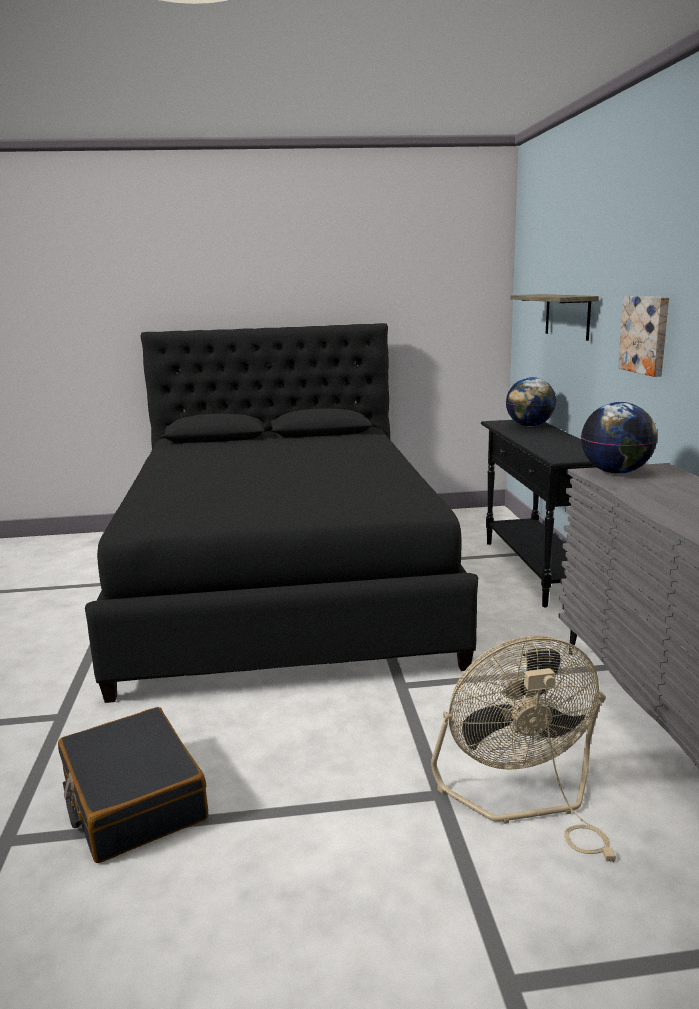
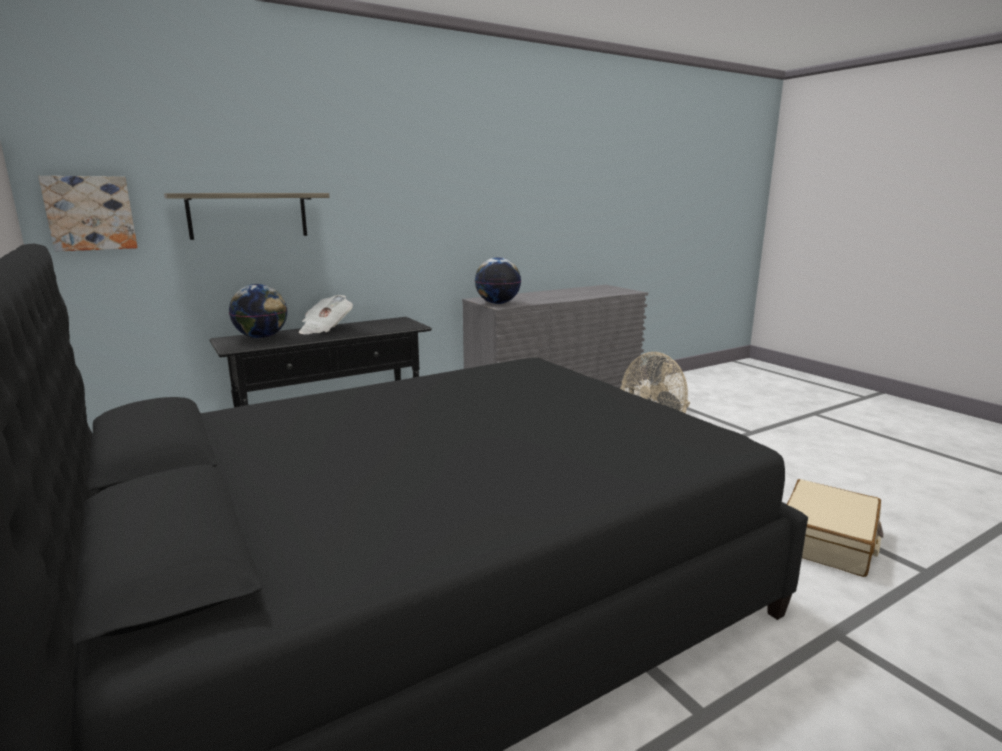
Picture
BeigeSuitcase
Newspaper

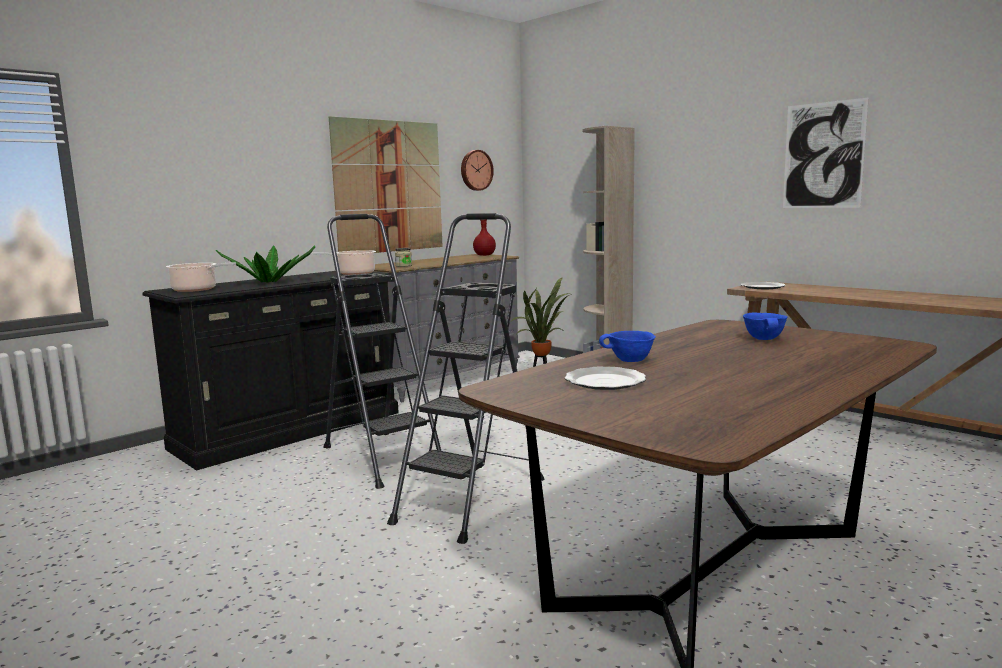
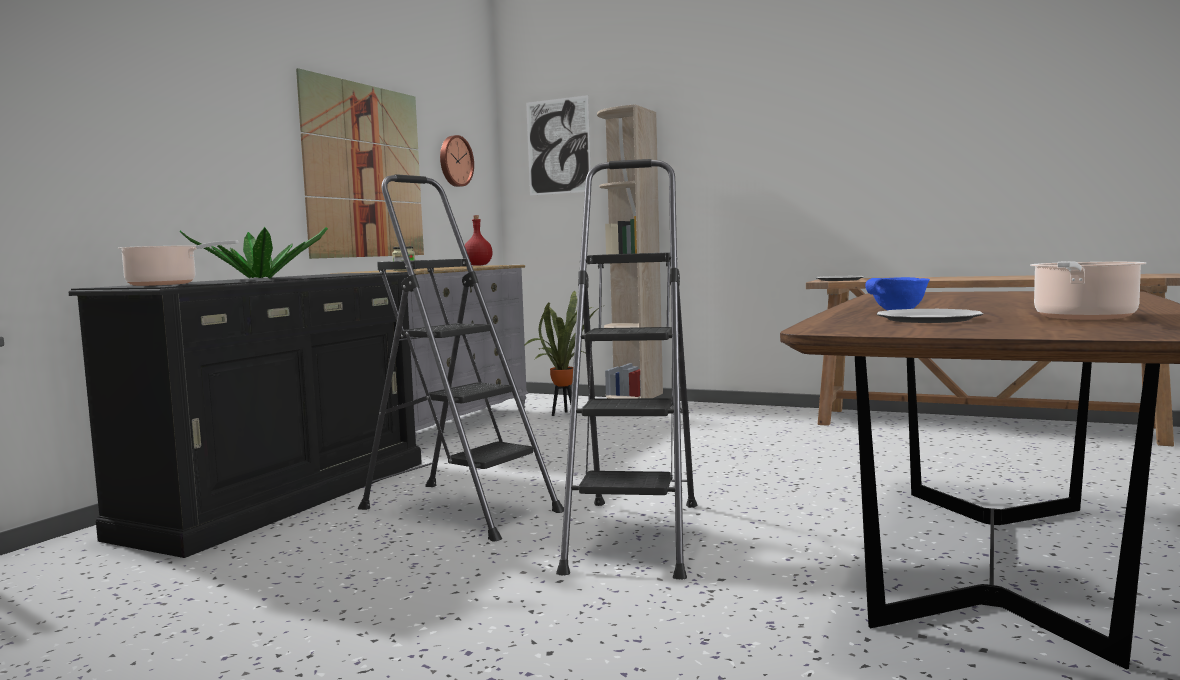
Picture (2nd from left)
CookingPot (2nd from left)
BlueBowl (2nd from left in the first image)

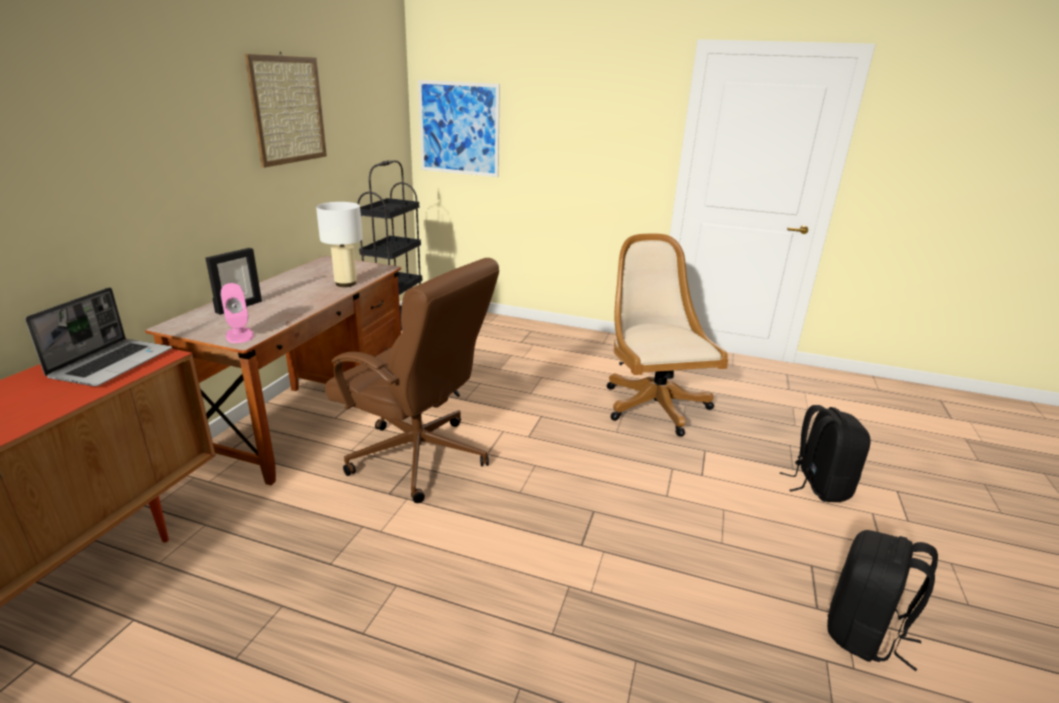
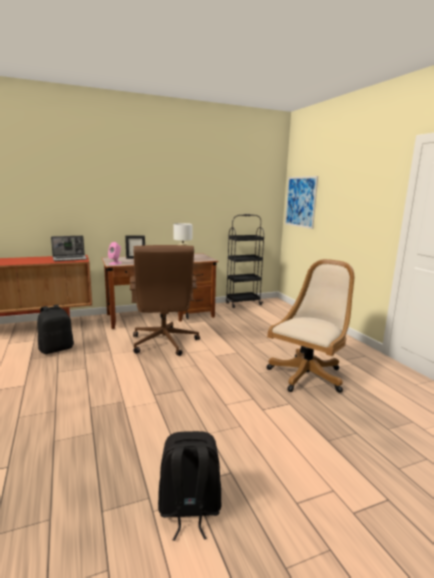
Picture (1st from left in the first image)
BlackBackpack (1st from left)

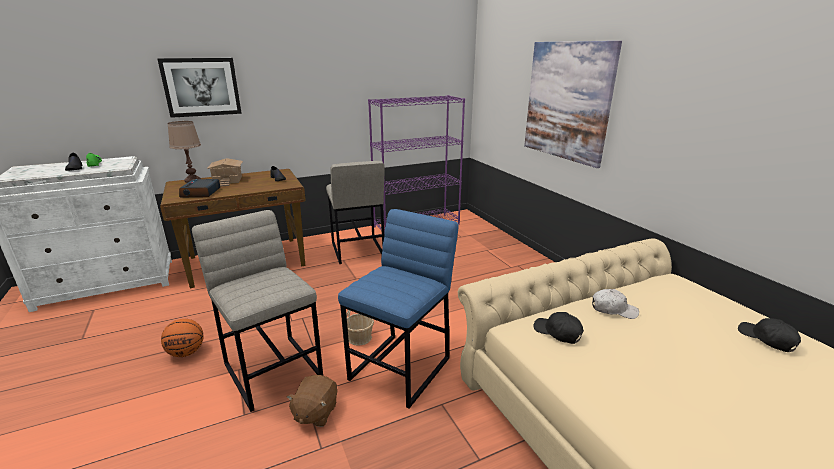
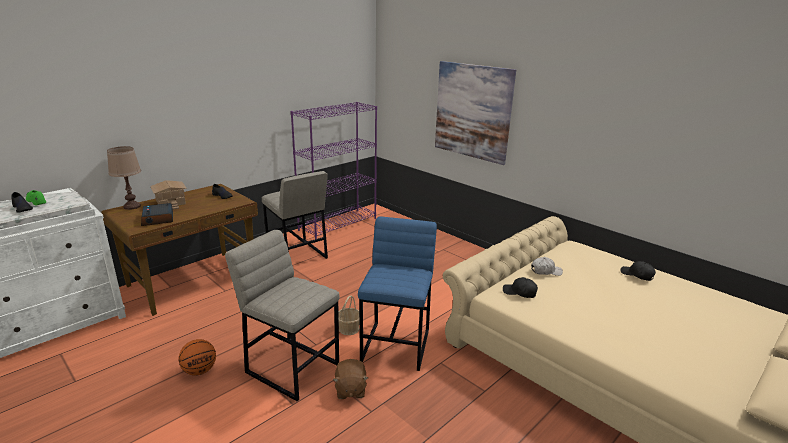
Picture (1st from left in the first image)

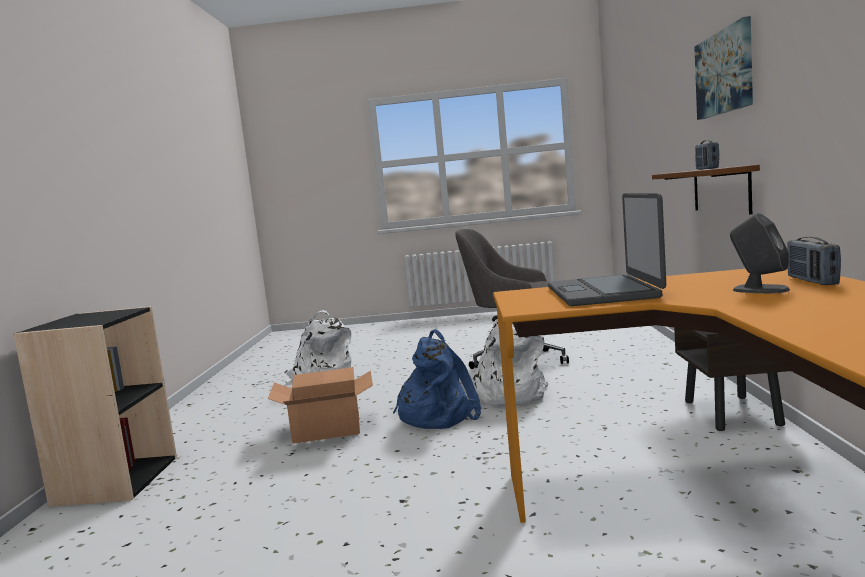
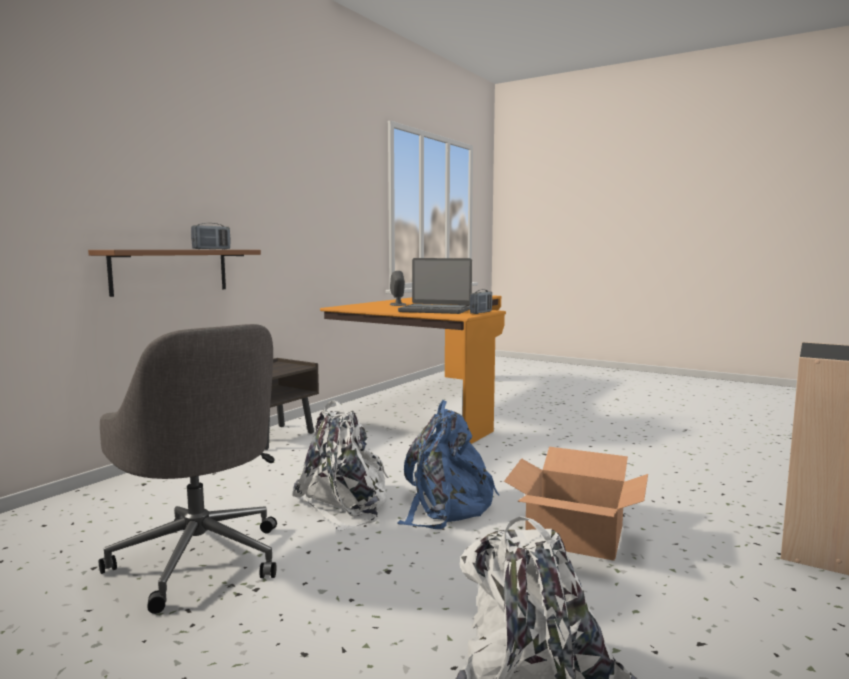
Picture
Laptop
Radio (2nd from left)

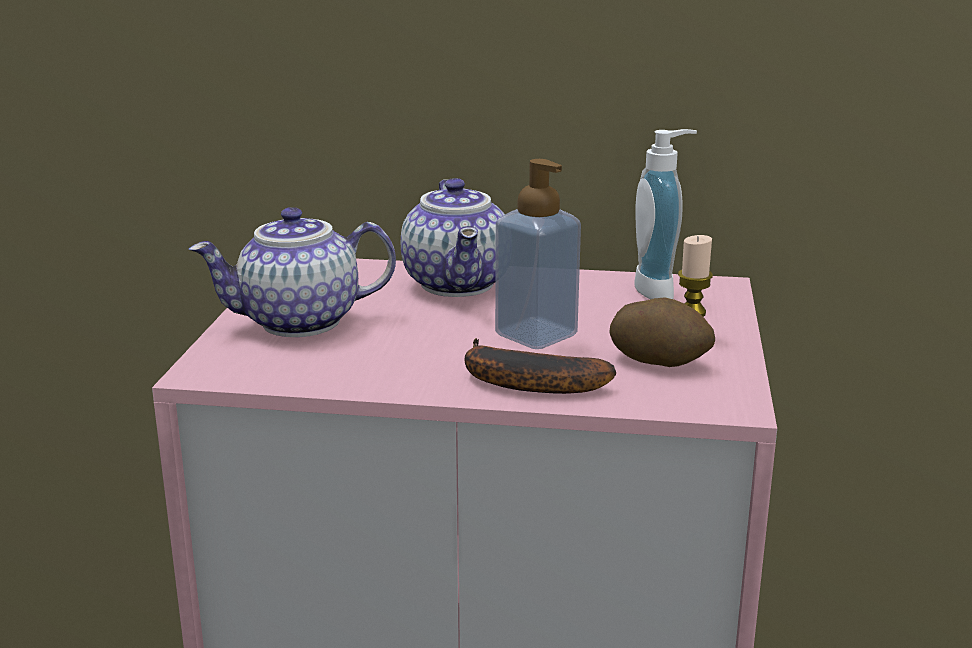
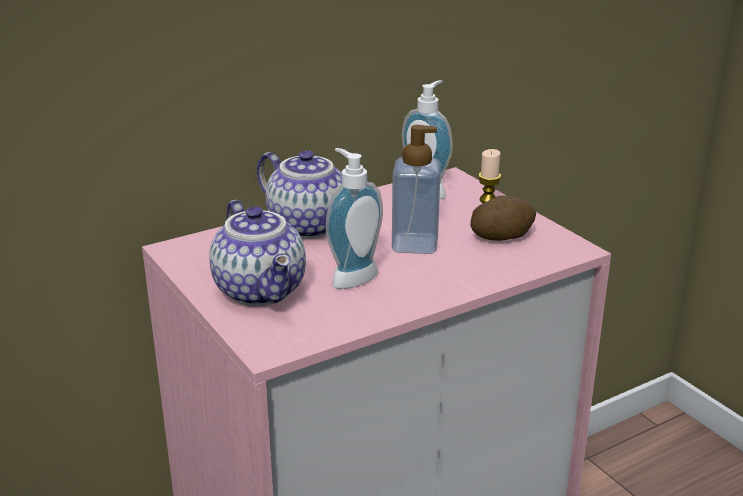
Teapot (1st from left)
Banana
SoapDispenser (1st from left)

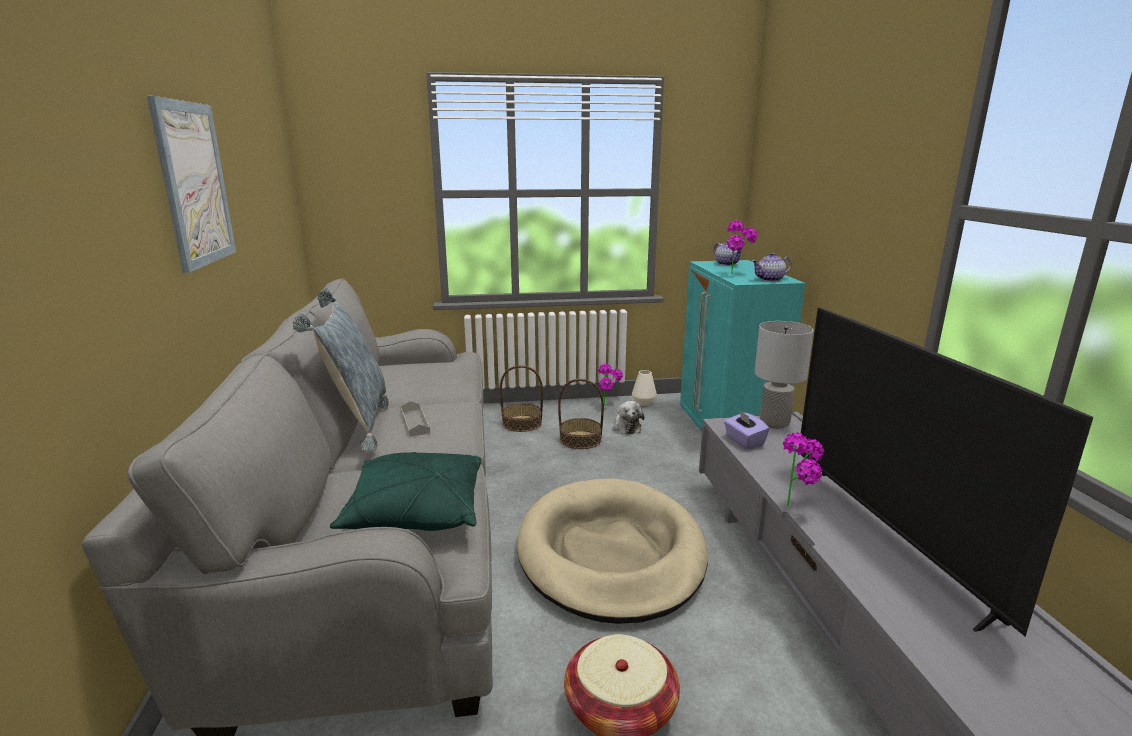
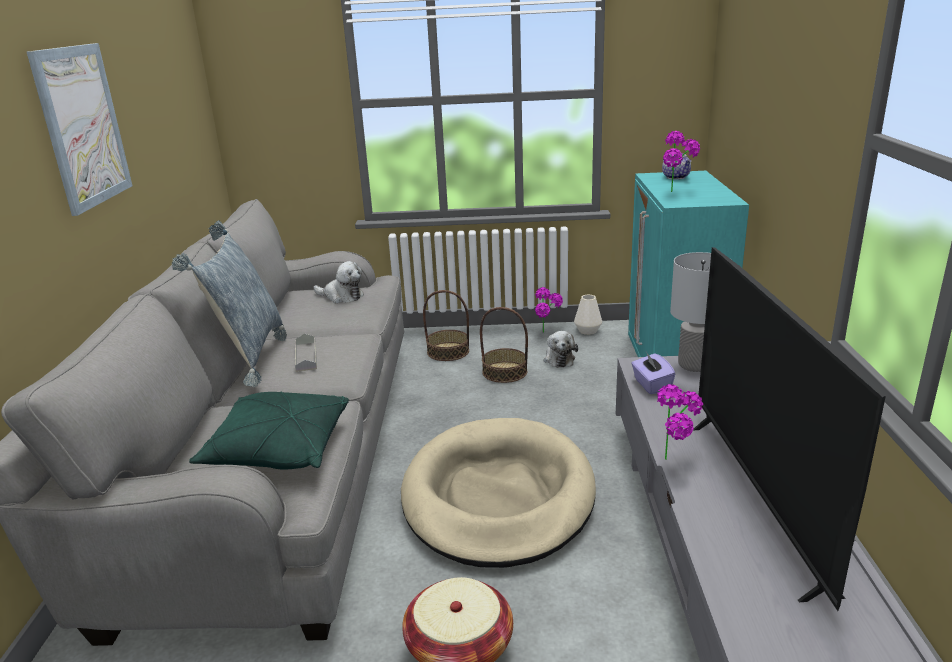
Teapot (2nd from left in the first image)
PlushToy (1st from left)

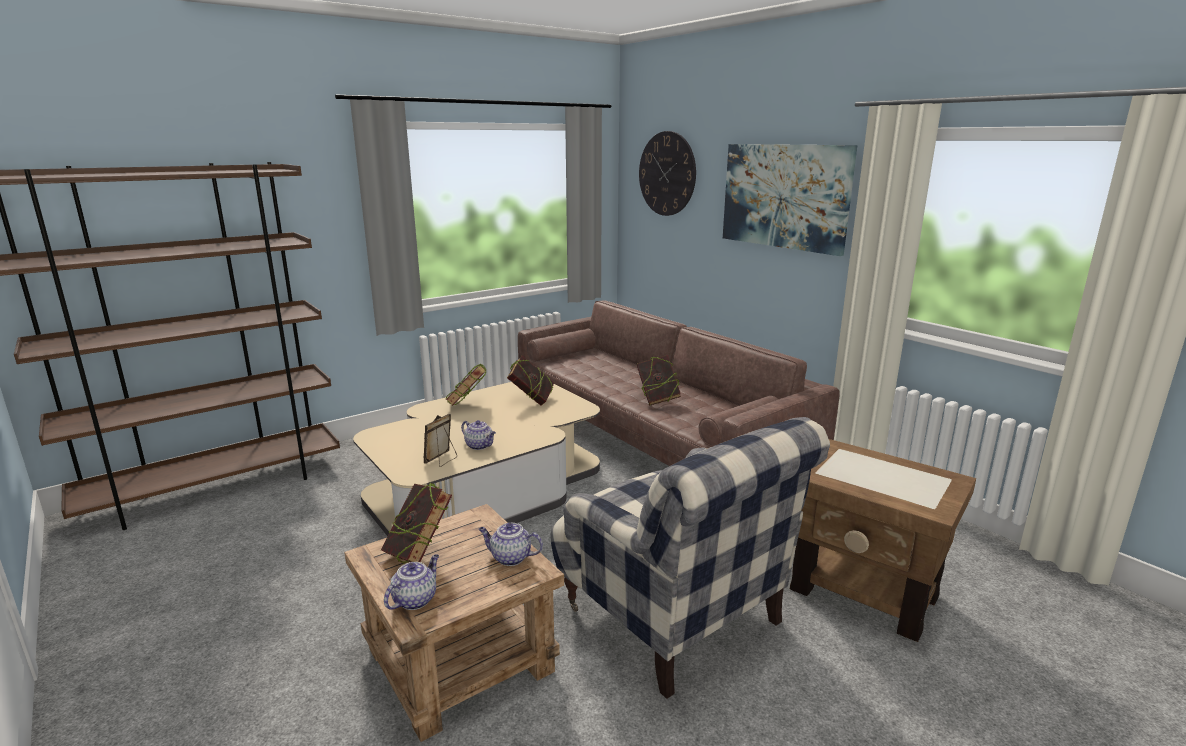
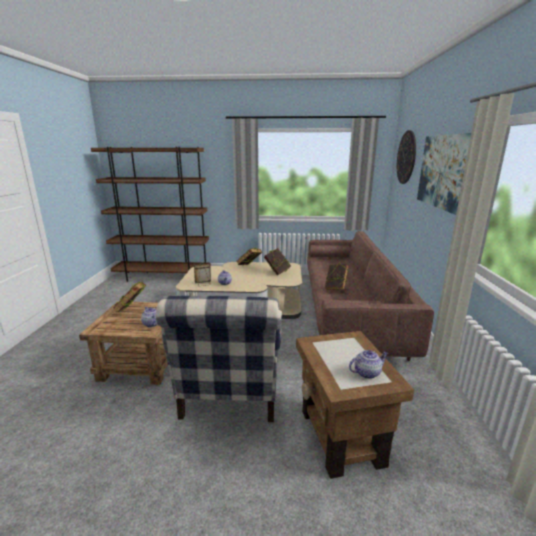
Teapot (3rd from left)

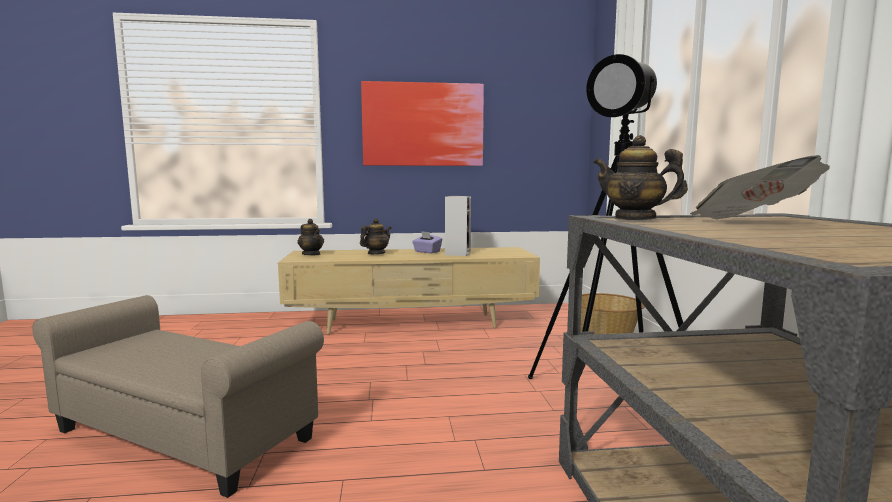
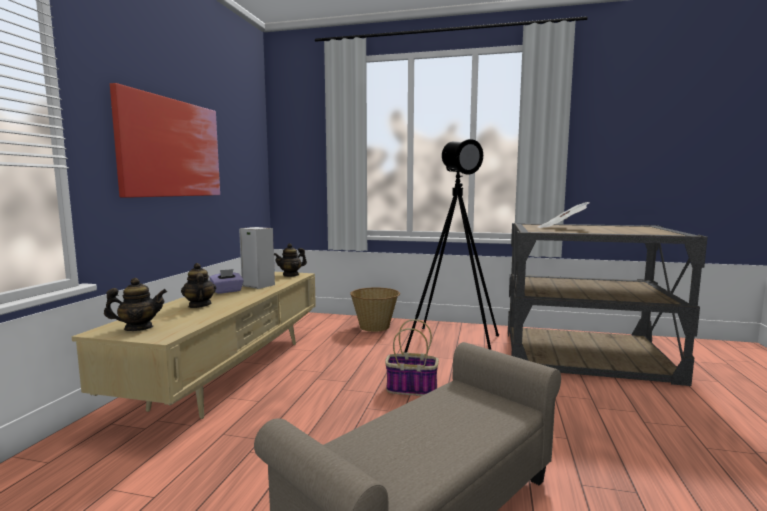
Teapot (3rd from left)
Basket (2nd from left)

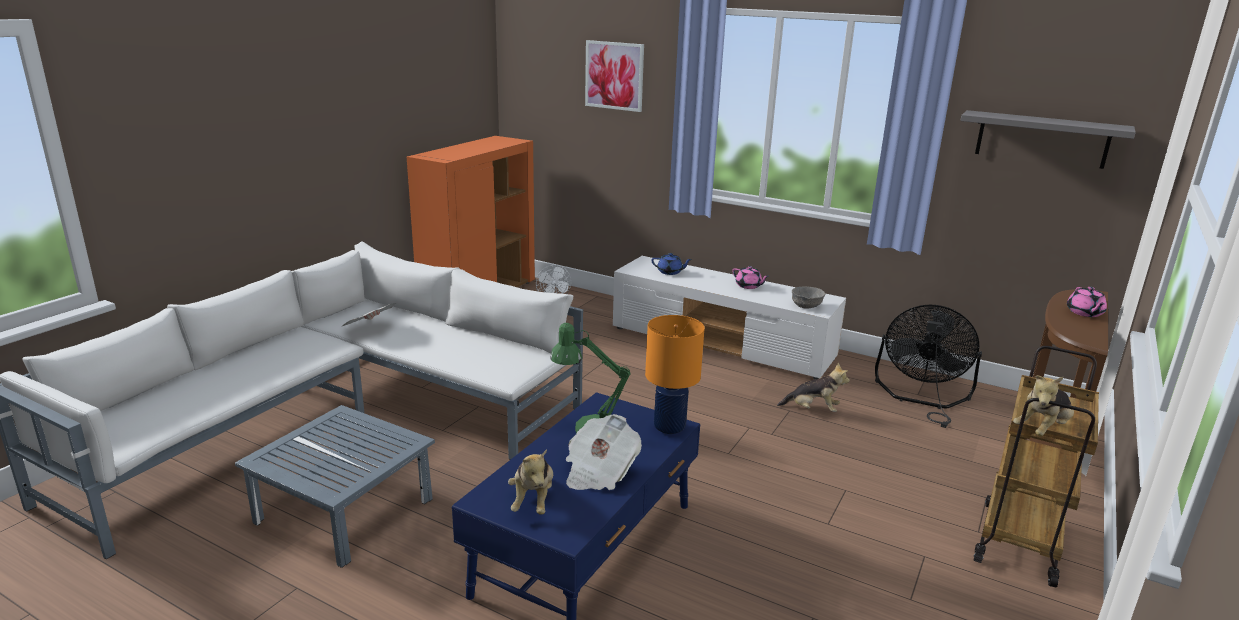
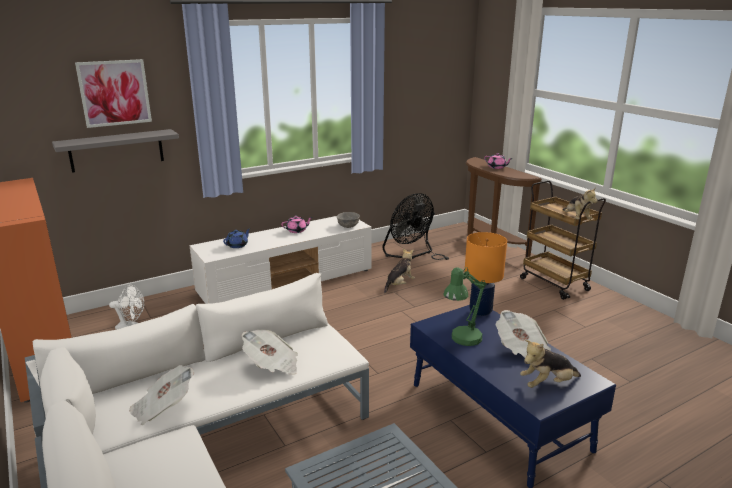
GreyShelf
PlushToy (2nd from left)
Newspaper (2nd from left)

